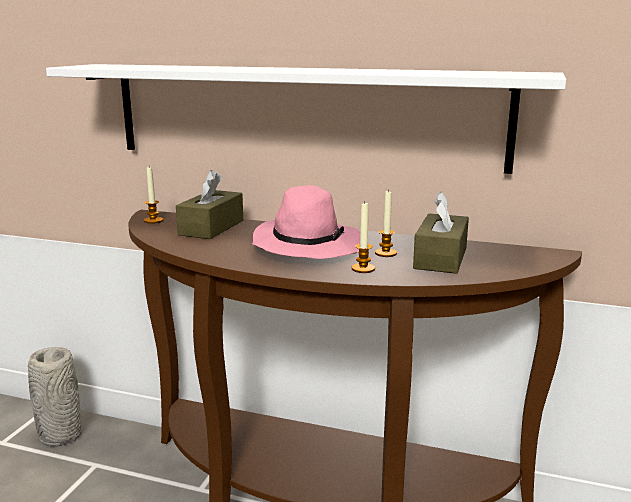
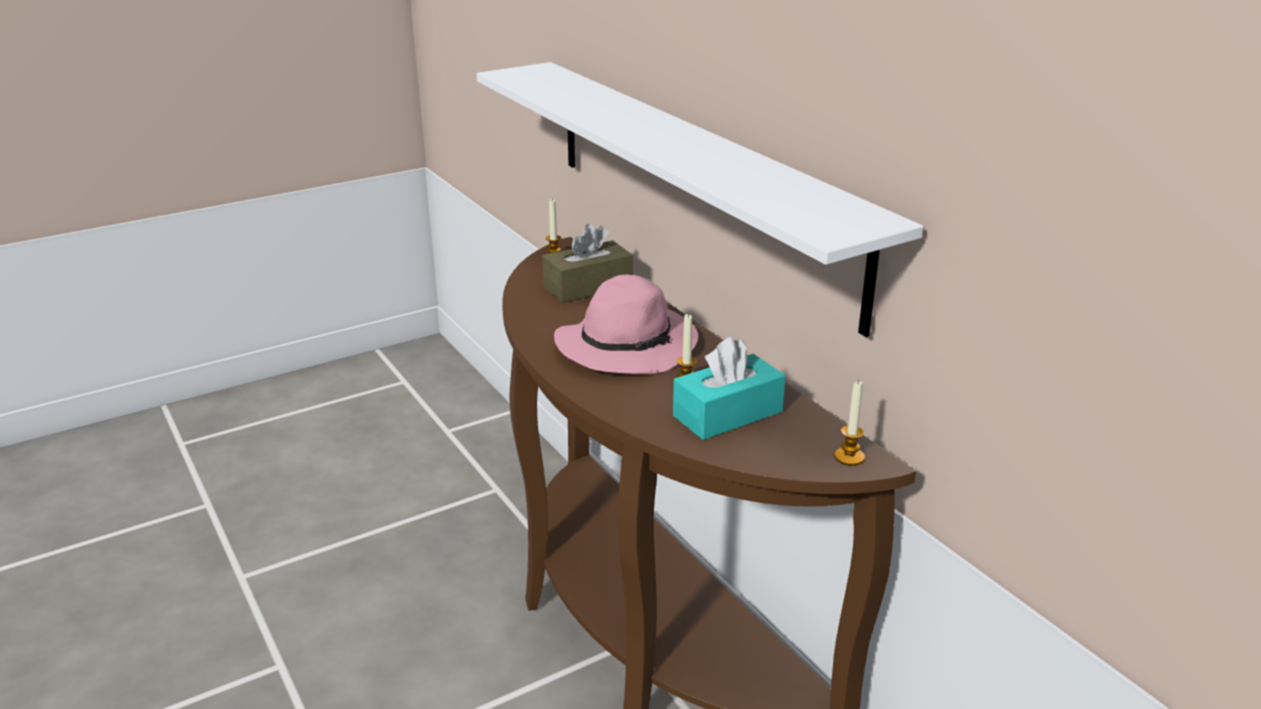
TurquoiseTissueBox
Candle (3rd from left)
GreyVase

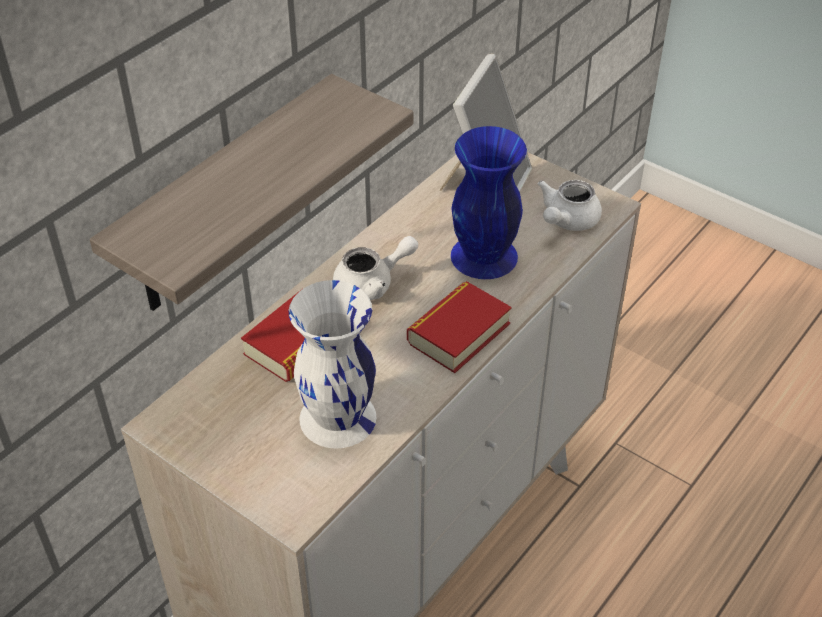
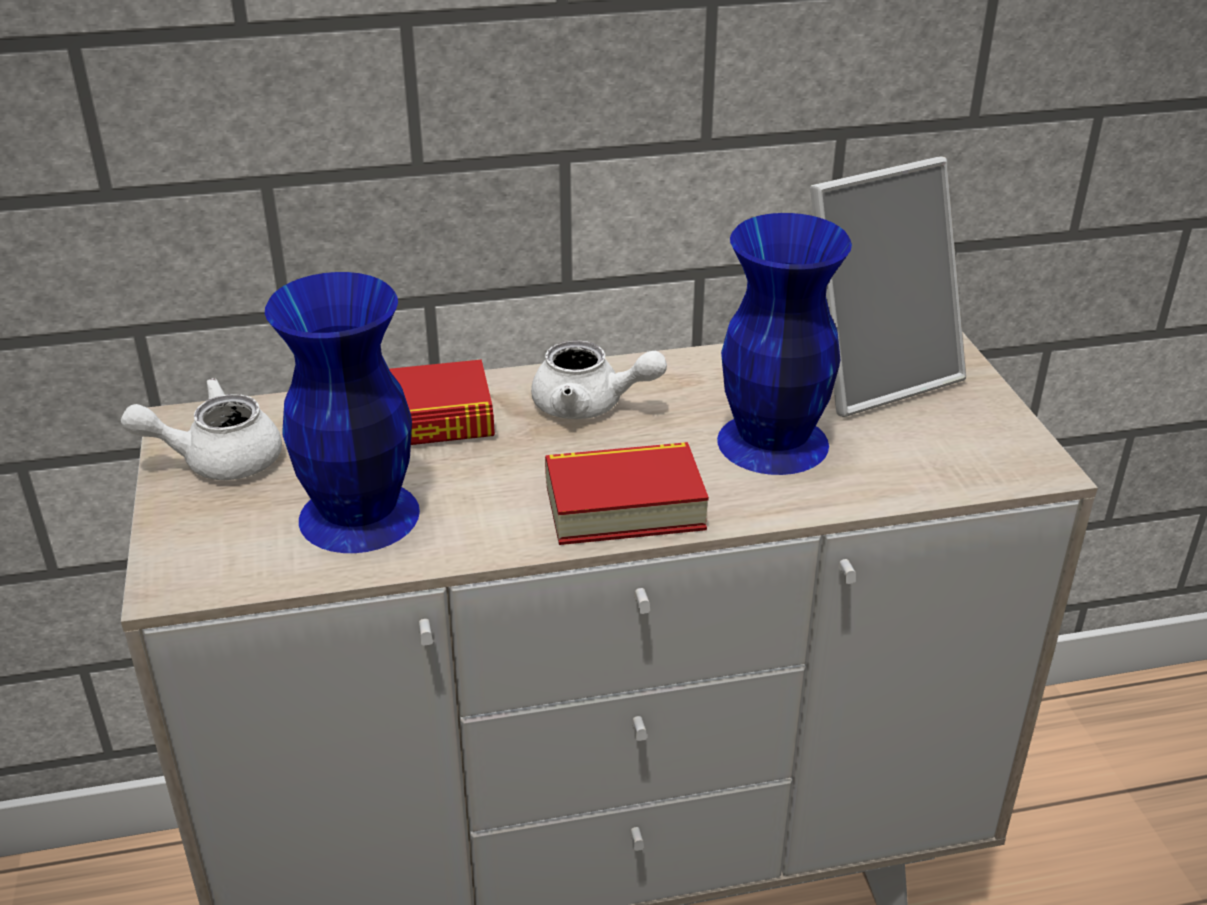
Shelf
WhiteTeapot (1st from left)
BlueVase (1st from left)

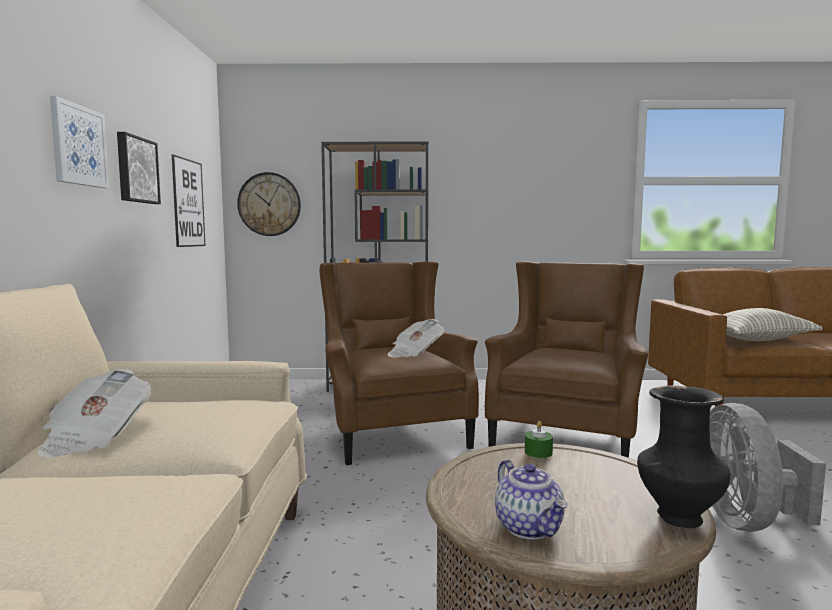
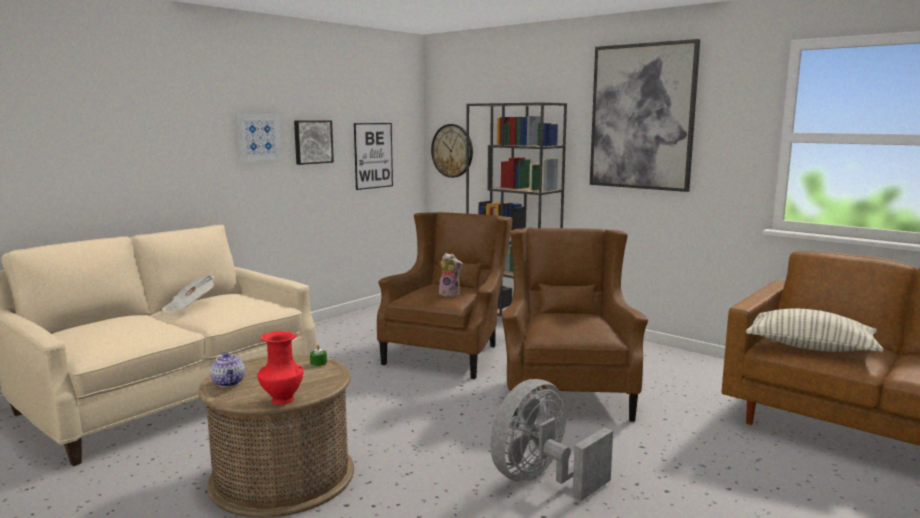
BrownArmchair (2nd from left)
PlushToy
RedVase
Teapot
Picture (4th from left)

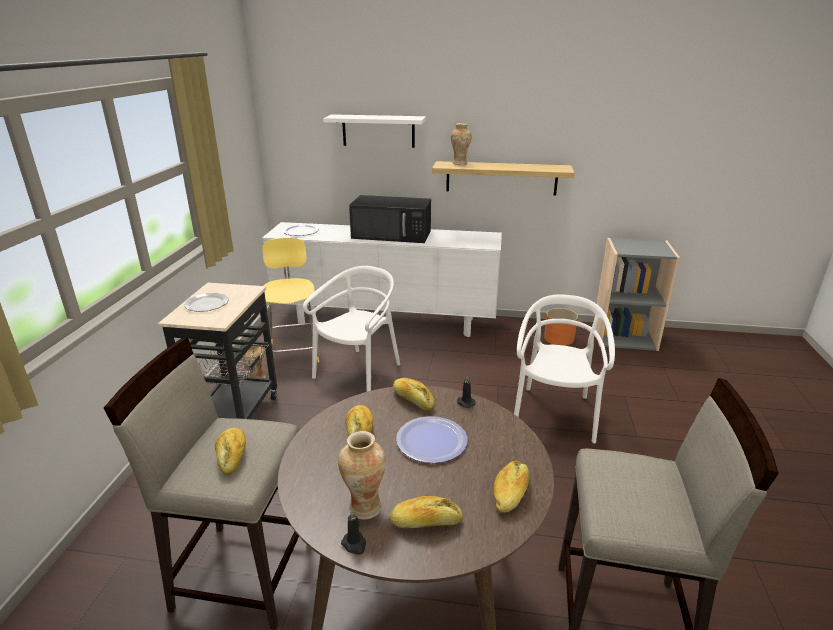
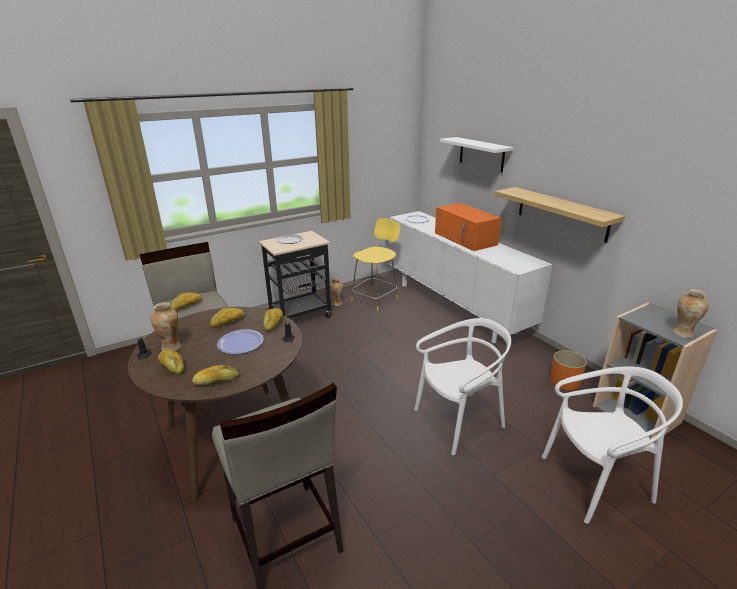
Vase (3rd from left)
OrangeMicrowave
WhiteChair (2nd from left)

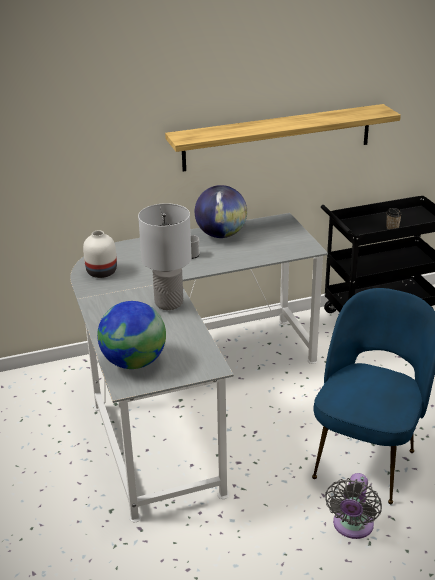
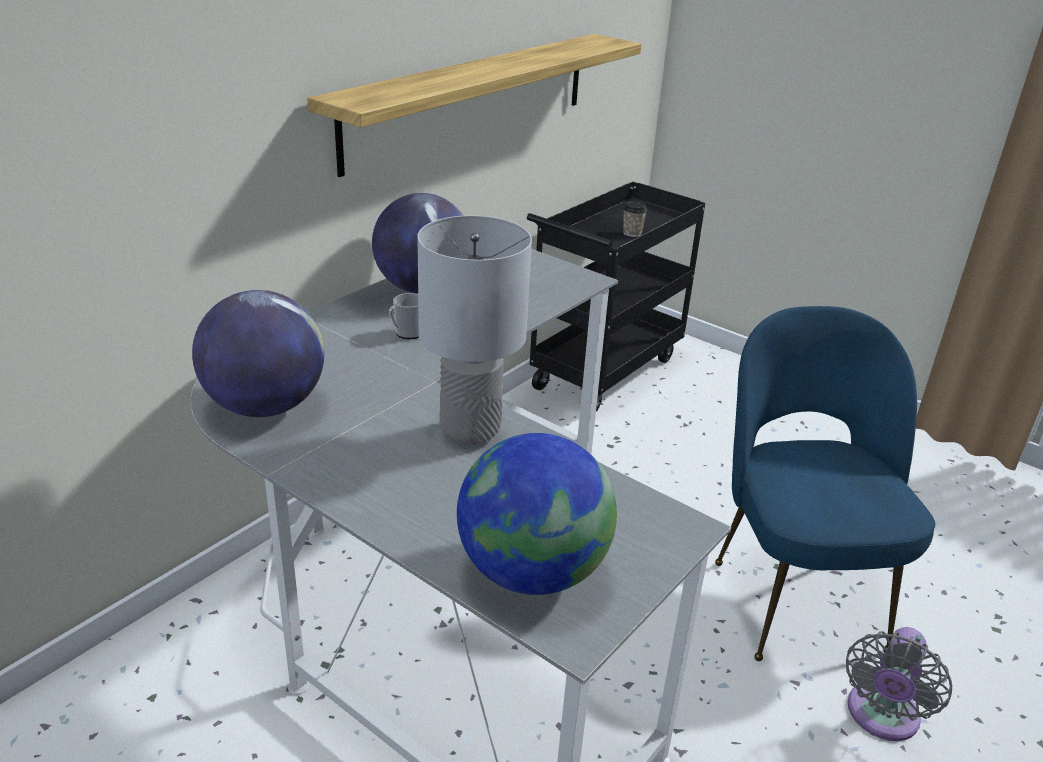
Globe (1st from left)
GreyFan

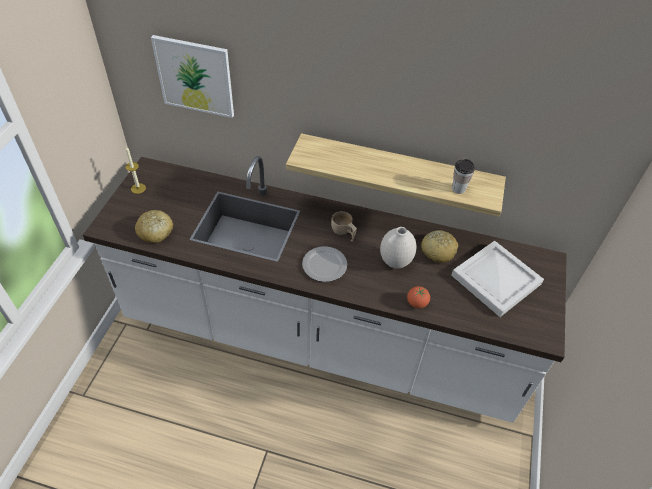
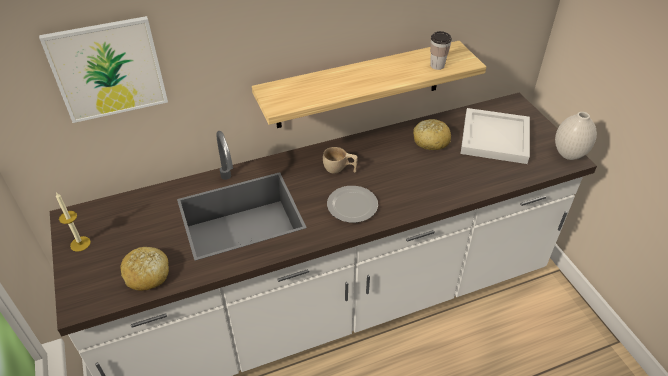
WhiteVase
Tomato

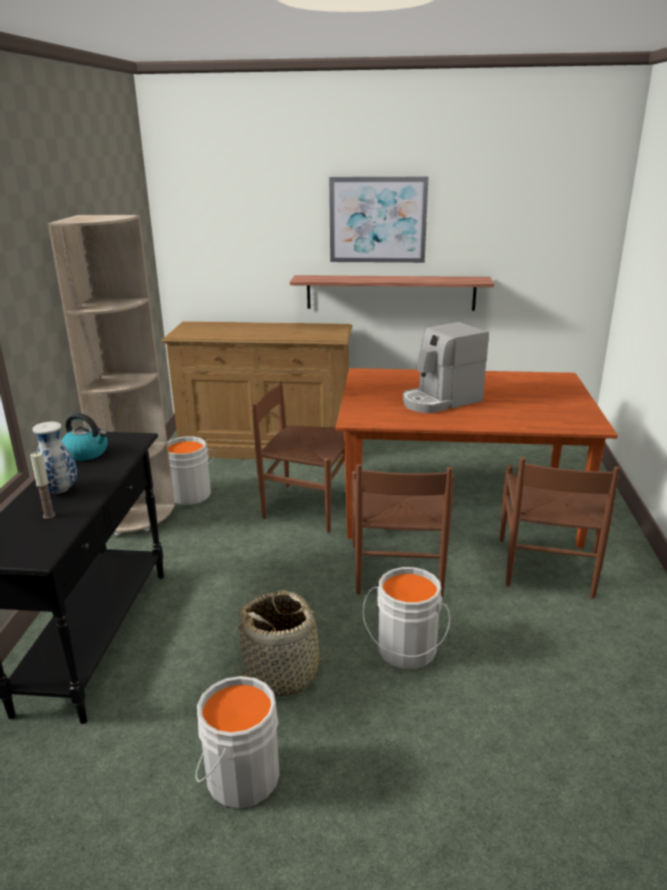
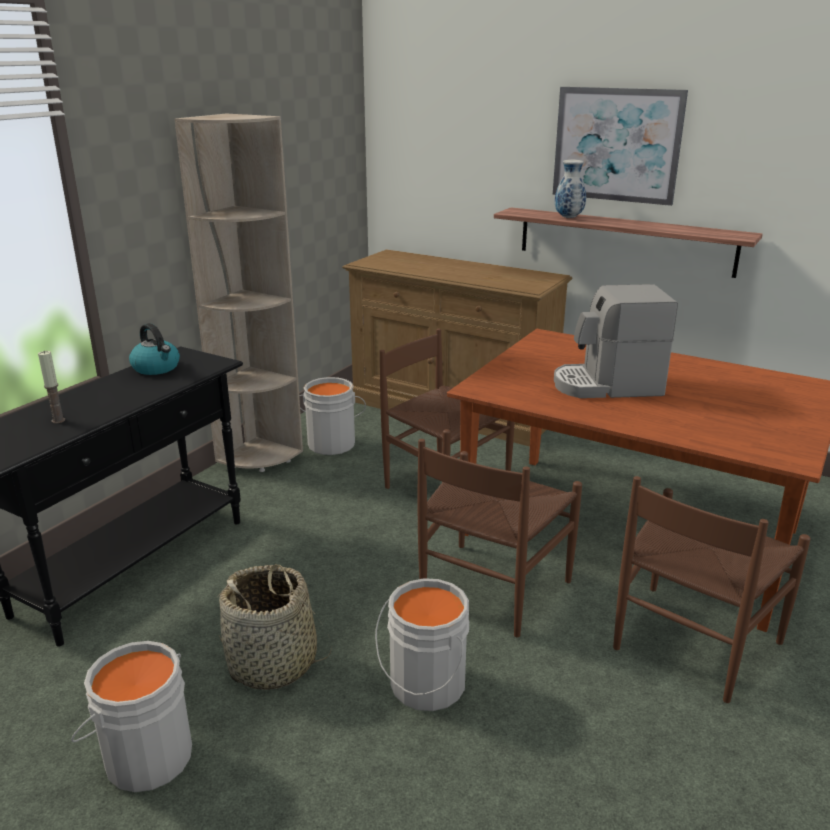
Vase

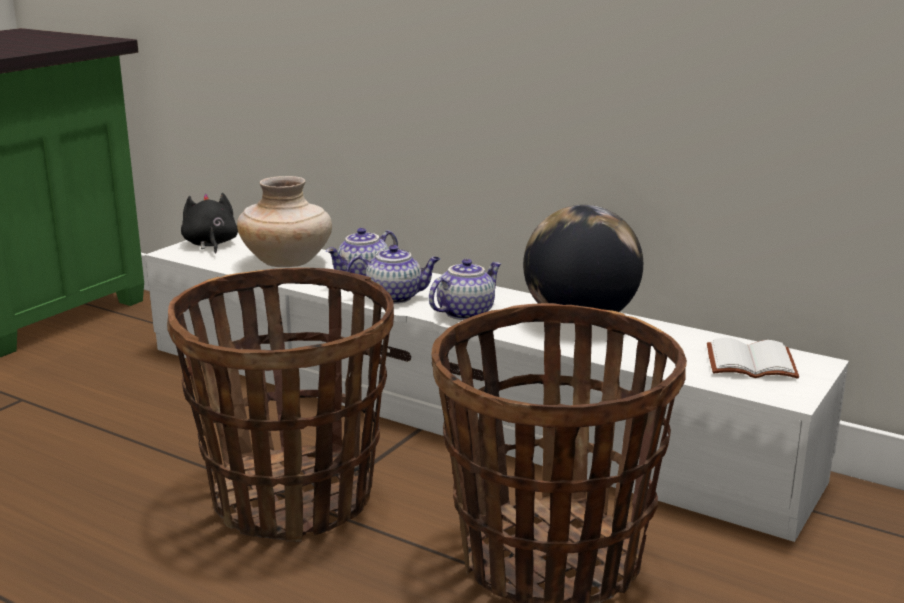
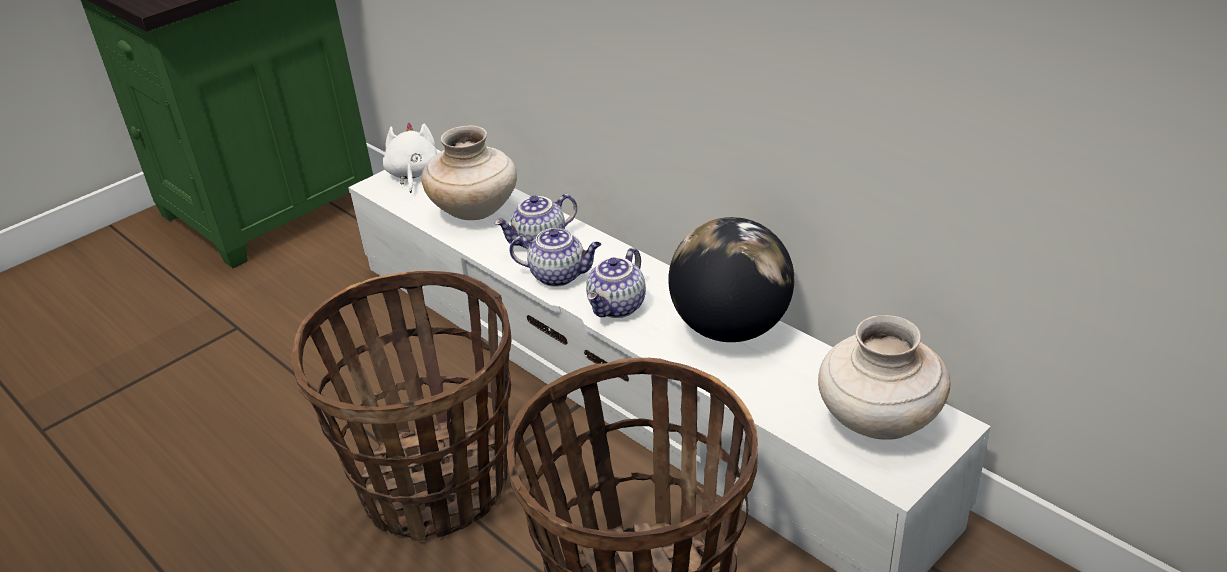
WhitePlushToy
Teapot (3rd from left)
BeigeVase (2nd from left)

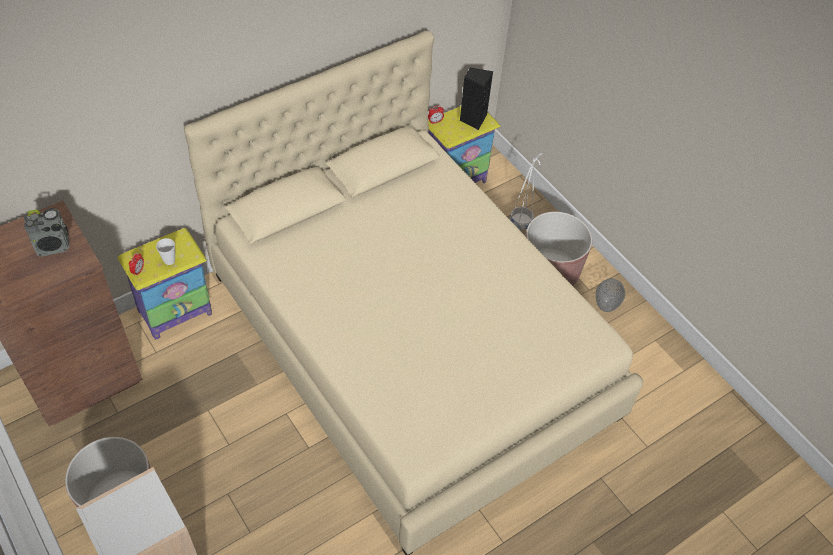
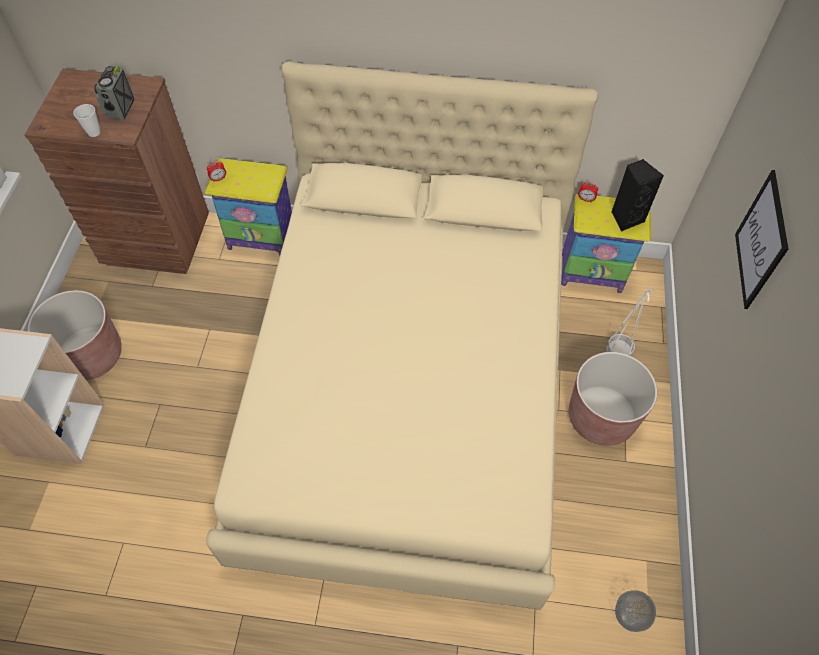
Radio
Cup
Vase
Picture

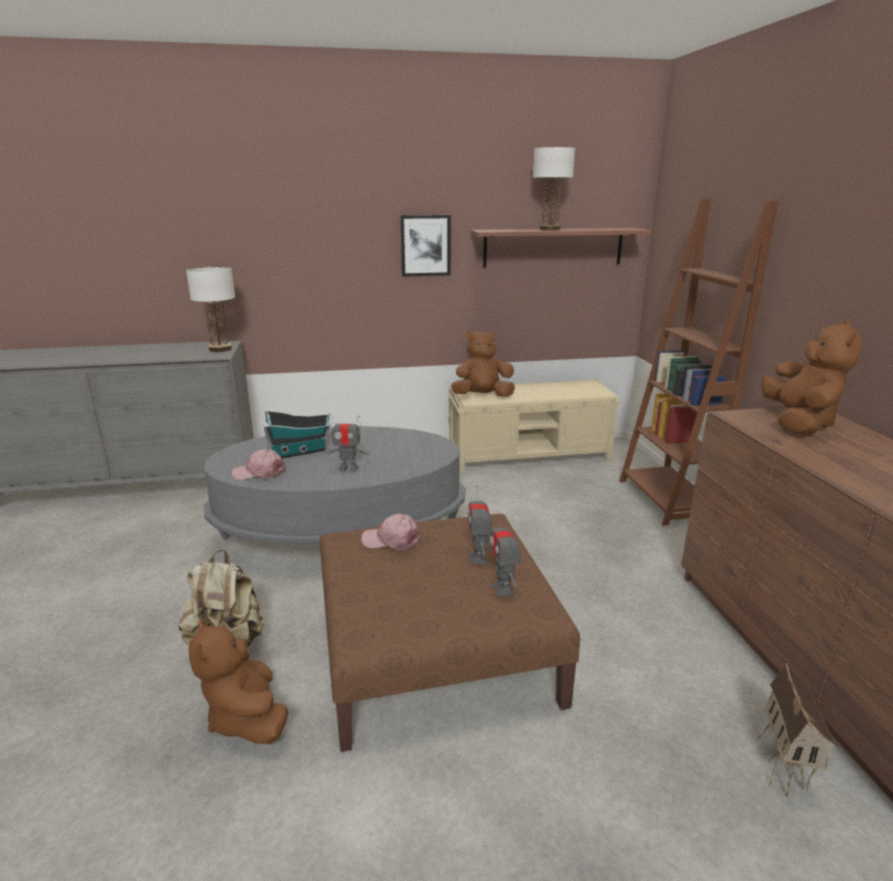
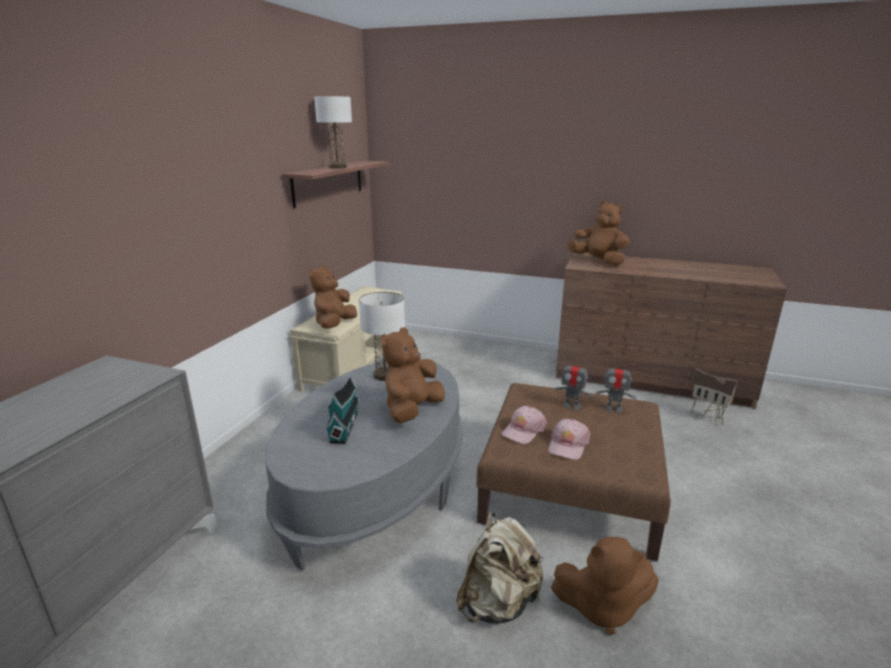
BrownBookcase
Picture
TableLamp (2nd from left)
BrownPlushToy (2nd from left)
PinkCap (2nd from left)

